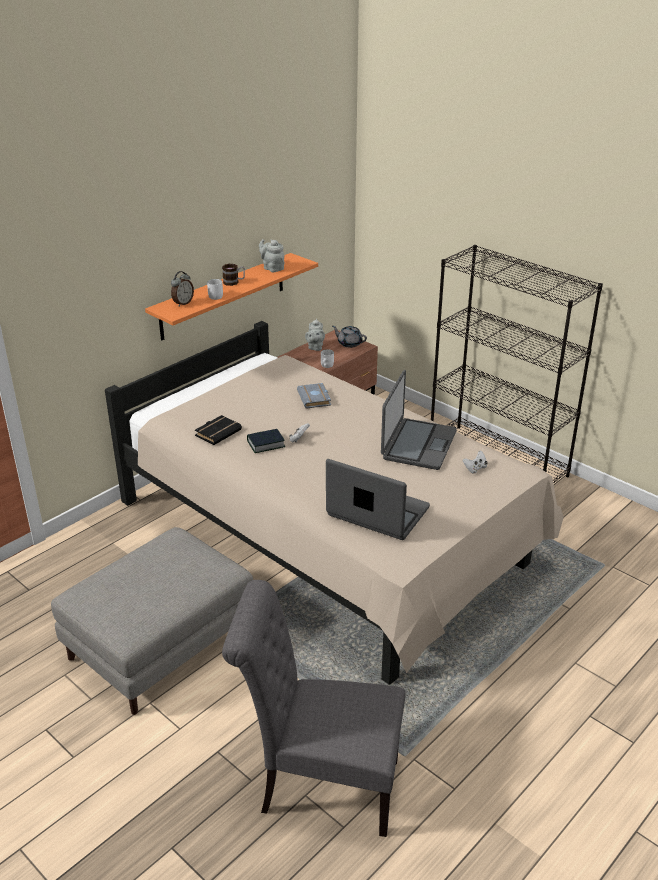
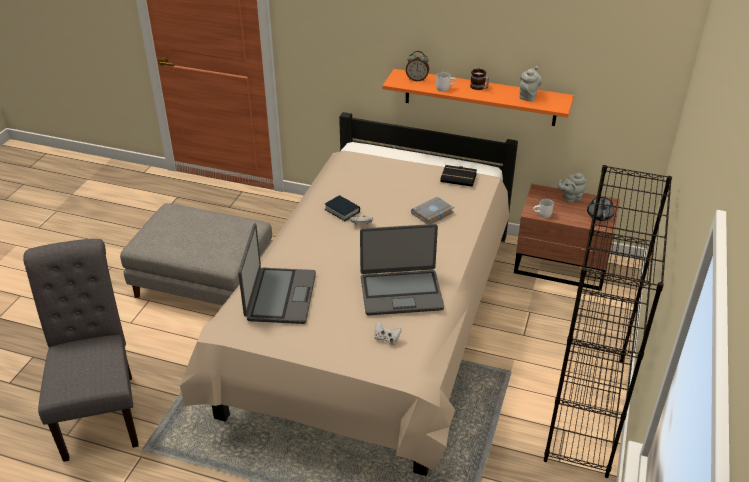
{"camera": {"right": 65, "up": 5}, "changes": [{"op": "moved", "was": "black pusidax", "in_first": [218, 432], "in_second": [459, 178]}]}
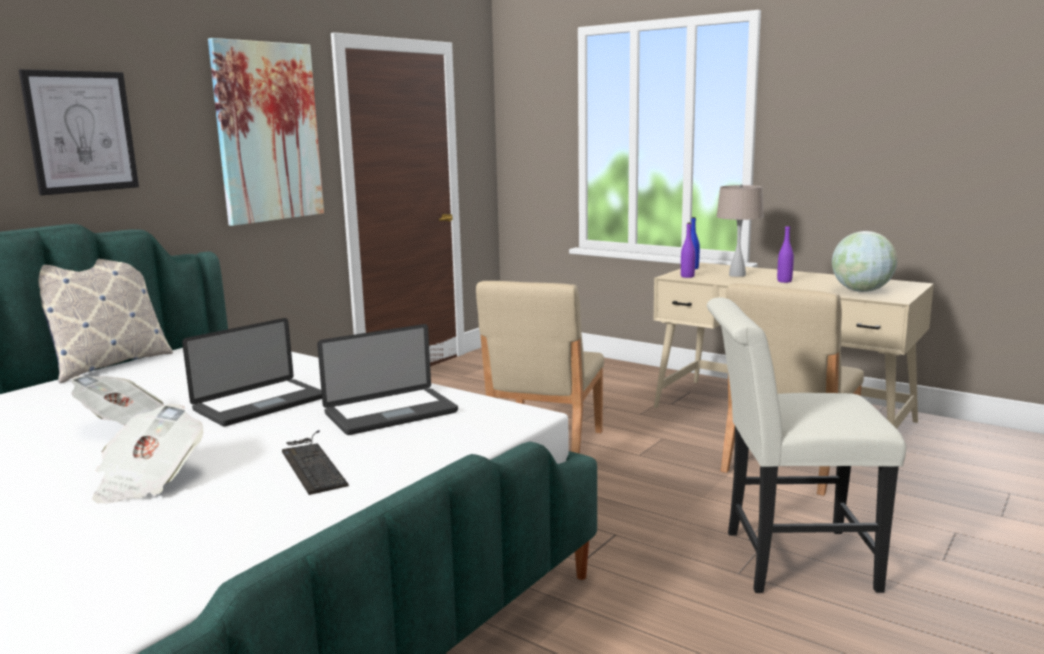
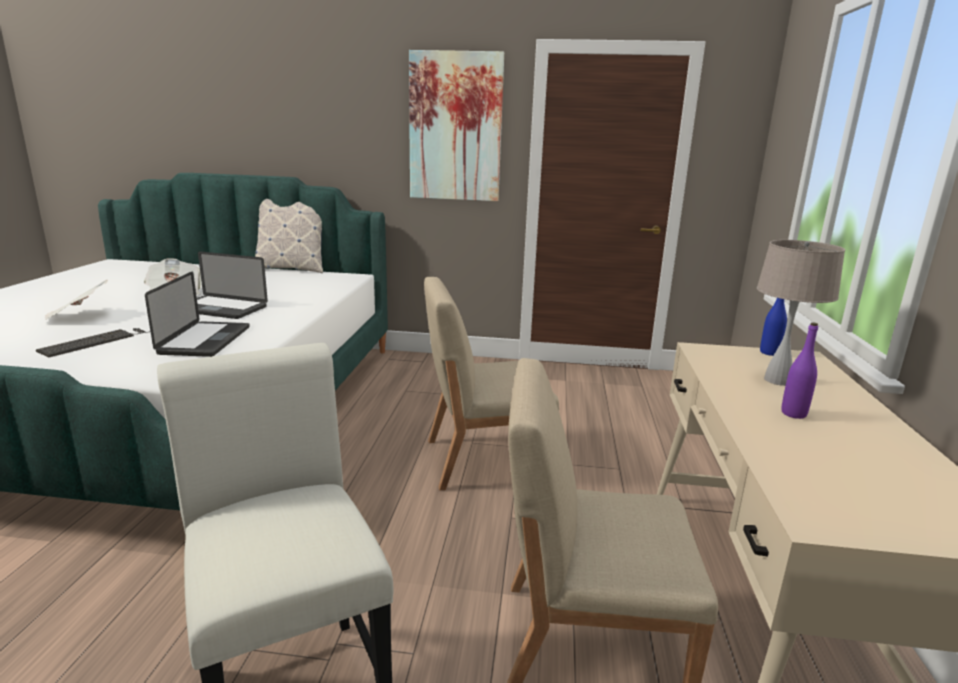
{"camera": {"right": 60, "up": 5}, "changes": [{"op": "turned", "was": "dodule", "in_first": [391, 413], "in_second": [205, 340], "clockwise": -120}, {"op": "removed", "was": "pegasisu", "in_first": [81, 132]}, {"op": "removed", "was": "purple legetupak", "in_first": [687, 276]}, {"op": "removed", "was": "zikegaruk", "in_first": [861, 291]}]}
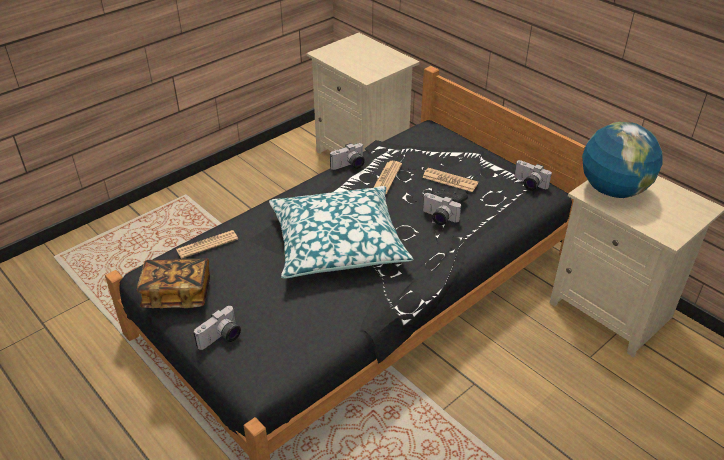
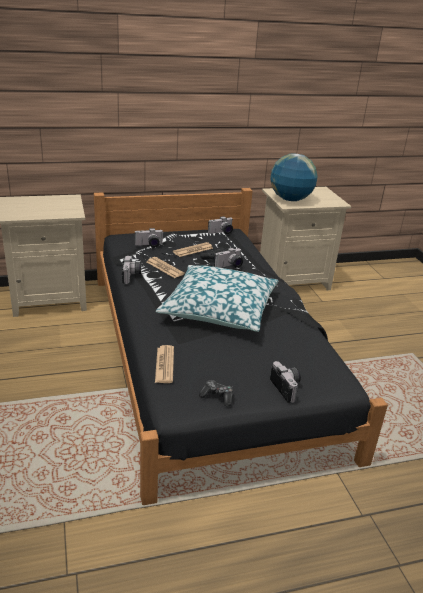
{"camera": {"right": -65, "up": -10}, "changes": [{"op": "added", "now": "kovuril", "in_second": [149, 245]}, {"op": "replaced", "was": "pusidax", "now": "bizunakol", "in_first": [177, 294], "in_second": [217, 396]}]}
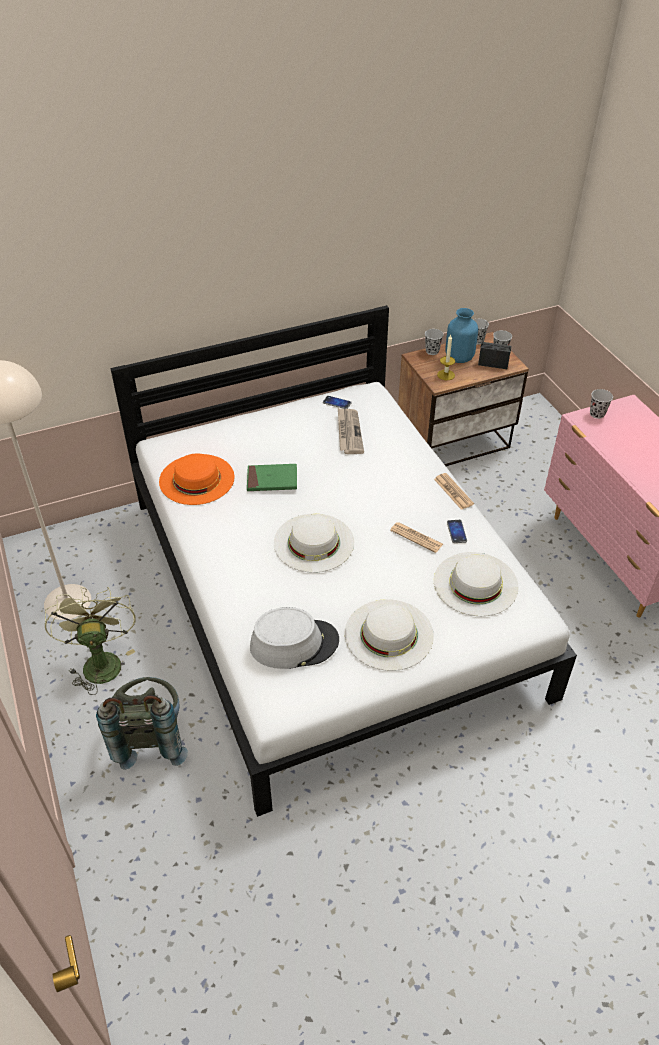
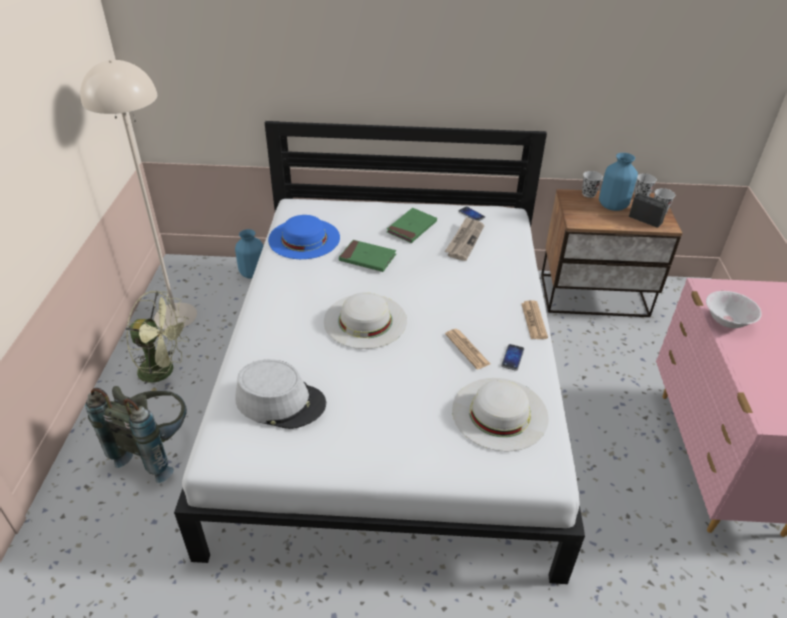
{"camera": {"right": 25, "up": -5}, "changes": [{"op": "turned", "was": "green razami", "in_first": [100, 661], "in_second": [164, 371], "clockwise": 90}, {"op": "added", "now": "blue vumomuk", "in_second": [253, 273]}, {"op": "recoloured", "was": "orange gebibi", "now": "blue gebibi", "in_first": [196, 479], "in_second": [304, 238]}, {"op": "added", "now": "green pusidax", "in_second": [412, 227]}, {"op": "added", "now": "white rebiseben", "in_second": [726, 321]}, {"op": "removed", "was": "white gebibi", "in_first": [389, 634]}, {"op": "removed", "was": "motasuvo", "in_first": [446, 375]}, {"op": "removed", "was": "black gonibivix", "in_first": [597, 414]}]}
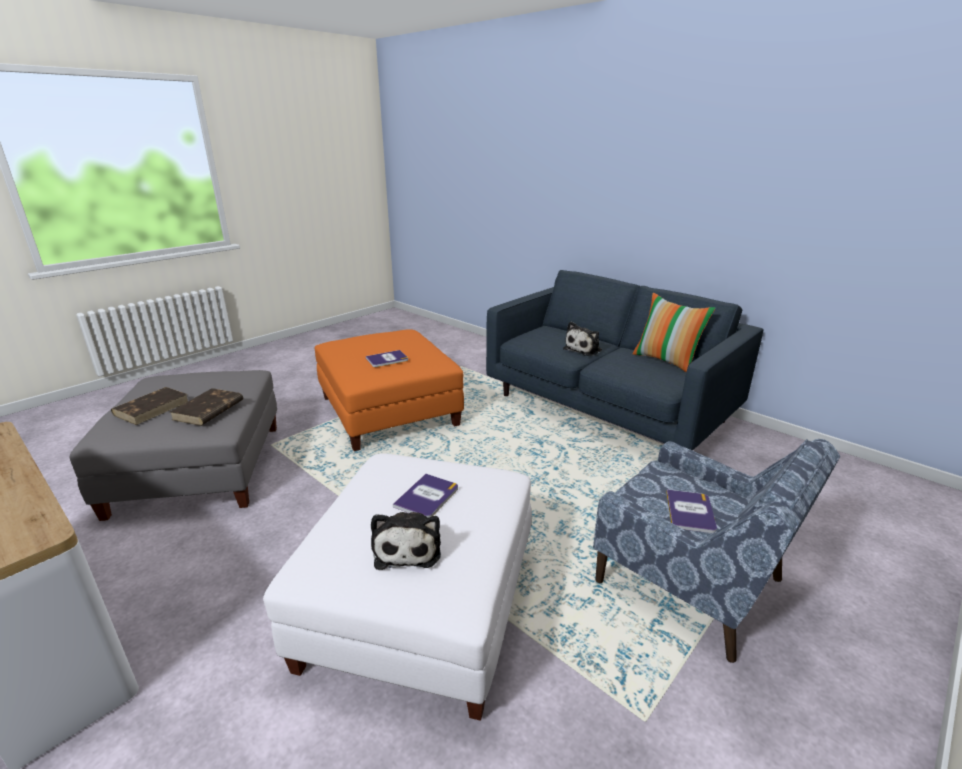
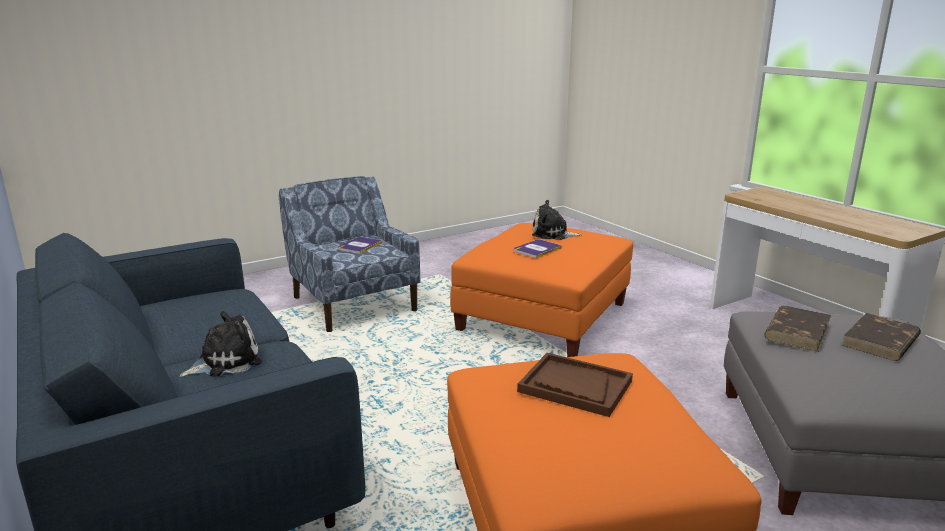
{"camera": {"right": -165, "up": -5}, "changes": [{"op": "recoloured", "was": "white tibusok", "now": "orange tibusok", "in_first": [422, 604], "in_second": [543, 316]}, {"op": "replaced", "was": "pusidax", "now": "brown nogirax", "in_first": [387, 359], "in_second": [575, 386]}, {"op": "turned", "was": "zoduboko", "in_first": [408, 547], "in_second": [552, 234], "clockwise": -90}, {"op": "removed", "was": "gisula", "in_first": [666, 361]}]}
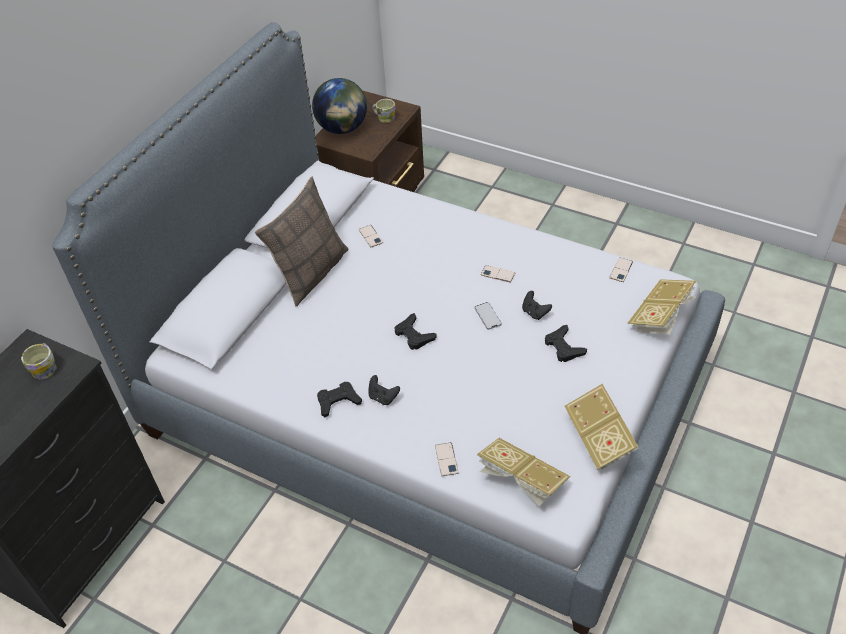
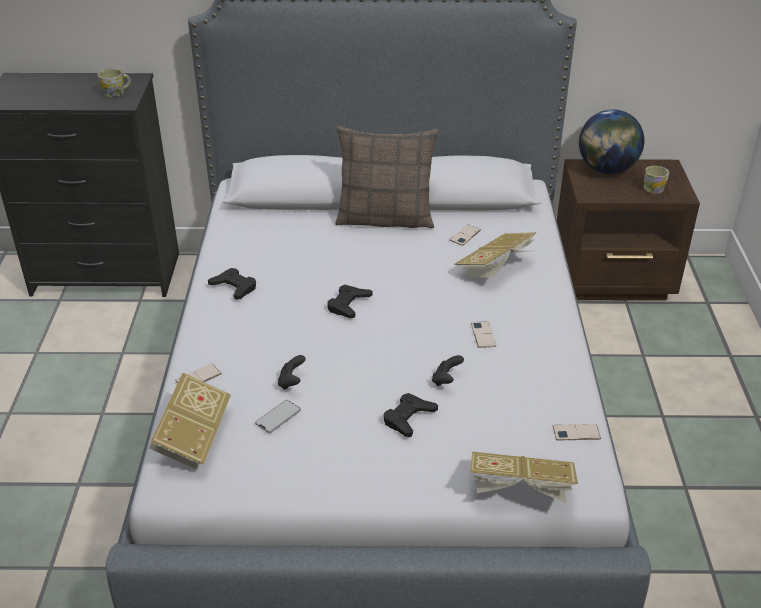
{"camera": {"right": 60, "up": -10}, "changes": [{"op": "moved", "was": "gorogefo", "in_first": [487, 316], "in_second": [278, 417]}, {"op": "moved", "was": "black bizunakol", "in_first": [383, 397], "in_second": [291, 382]}, {"op": "moved", "was": "pusidax", "in_first": [600, 439], "in_second": [495, 269]}]}
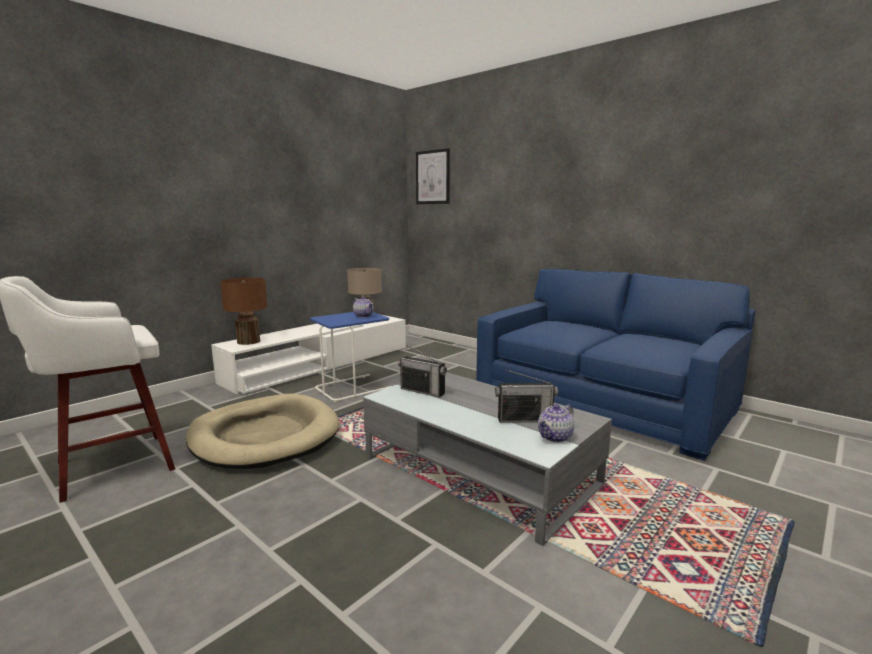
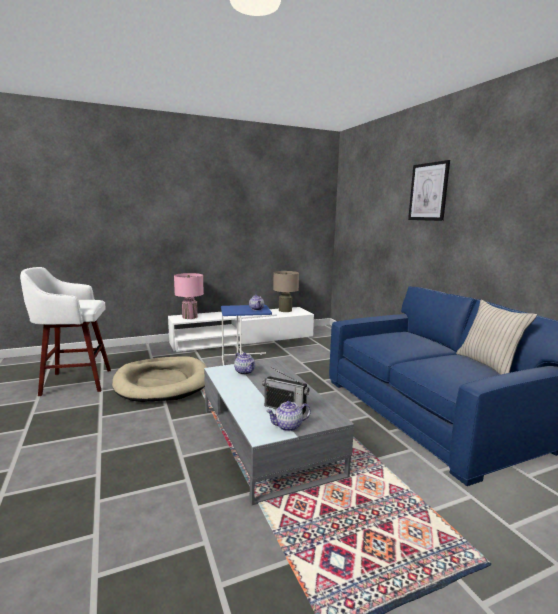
{"camera": {"right": 25, "up": 0}, "changes": [{"op": "recoloured", "was": "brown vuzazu", "now": "pink vuzazu", "in_first": [248, 341], "in_second": [190, 317]}, {"op": "replaced", "was": "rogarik", "now": "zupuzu", "in_first": [422, 391], "in_second": [245, 372]}, {"op": "moved", "was": "pegasisu", "in_first": [433, 177], "in_second": [428, 192]}, {"op": "added", "now": "beige gisula", "in_second": [488, 365]}]}
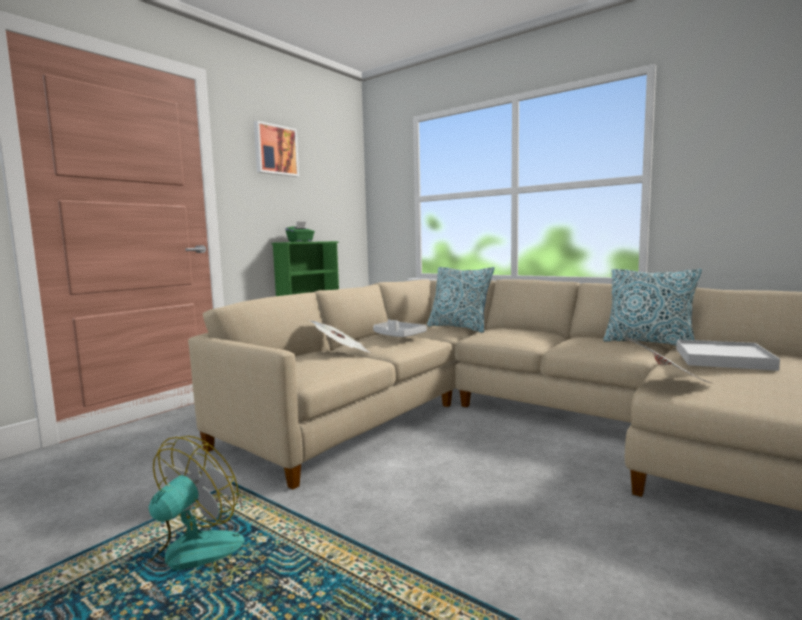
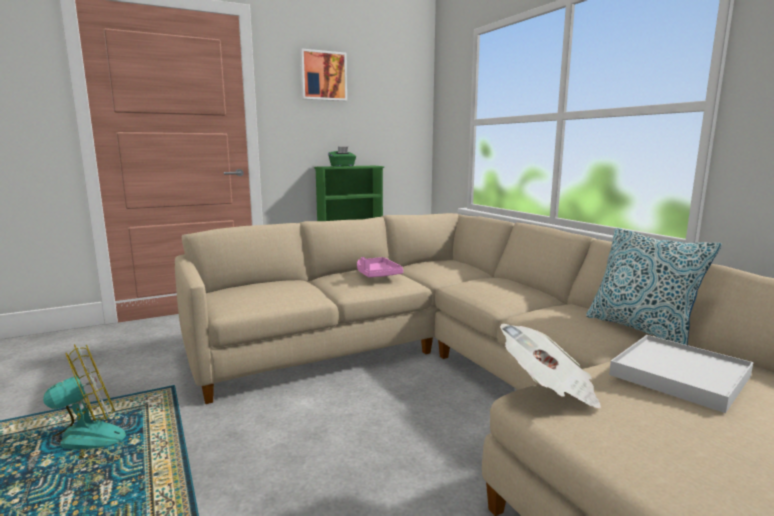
{"camera": {"right": 25, "up": 5}, "changes": [{"op": "recoloured", "was": "grey nogirax", "now": "pink nogirax", "in_first": [397, 336], "in_second": [376, 274]}, {"op": "removed", "was": "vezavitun", "in_first": [341, 352]}, {"op": "removed", "was": "gisula", "in_first": [459, 327]}]}
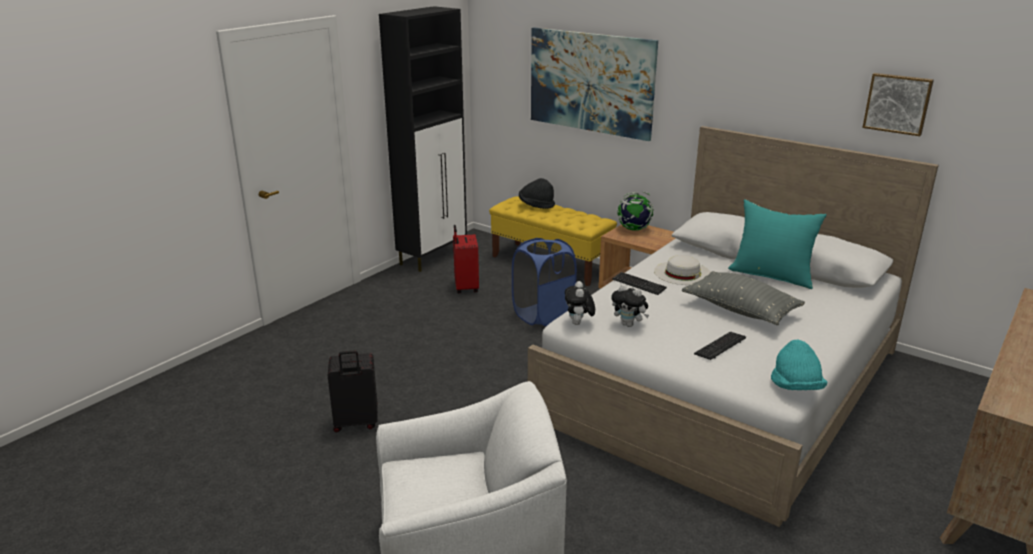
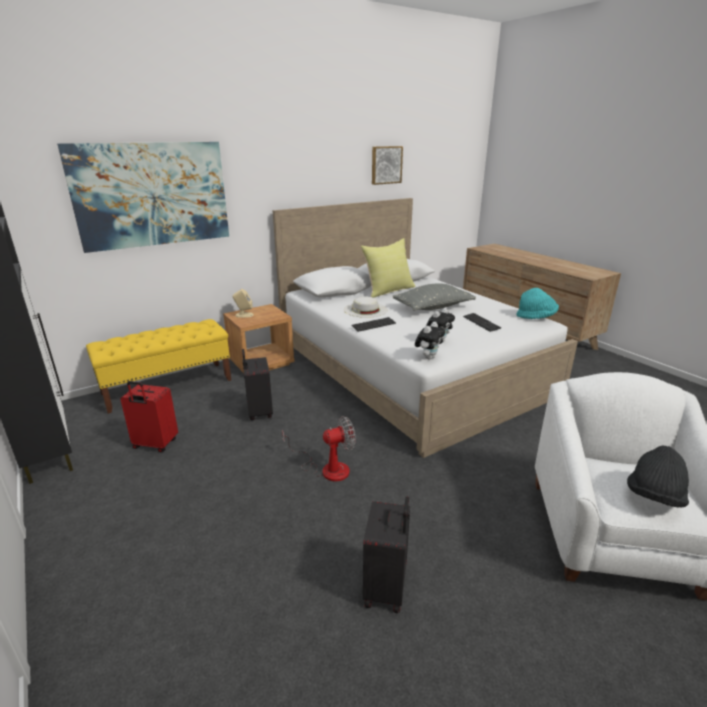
{"camera": {"right": -70, "up": 0}, "changes": [{"op": "replaced", "was": "zikegaruk", "now": "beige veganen", "in_first": [633, 229], "in_second": [244, 315]}, {"op": "replaced", "was": "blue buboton", "now": "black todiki", "in_first": [543, 315], "in_second": [259, 412]}, {"op": "added", "now": "razami", "in_second": [327, 468]}, {"op": "recoloured", "was": "turquoise gisula", "now": "yellow gisula", "in_first": [772, 275], "in_second": [388, 290]}, {"op": "turned", "was": "zoduboko", "in_first": [578, 323], "in_second": [428, 357], "clockwise": -75}, {"op": "moved", "was": "black gebibi", "in_first": [536, 205], "in_second": [654, 496]}]}
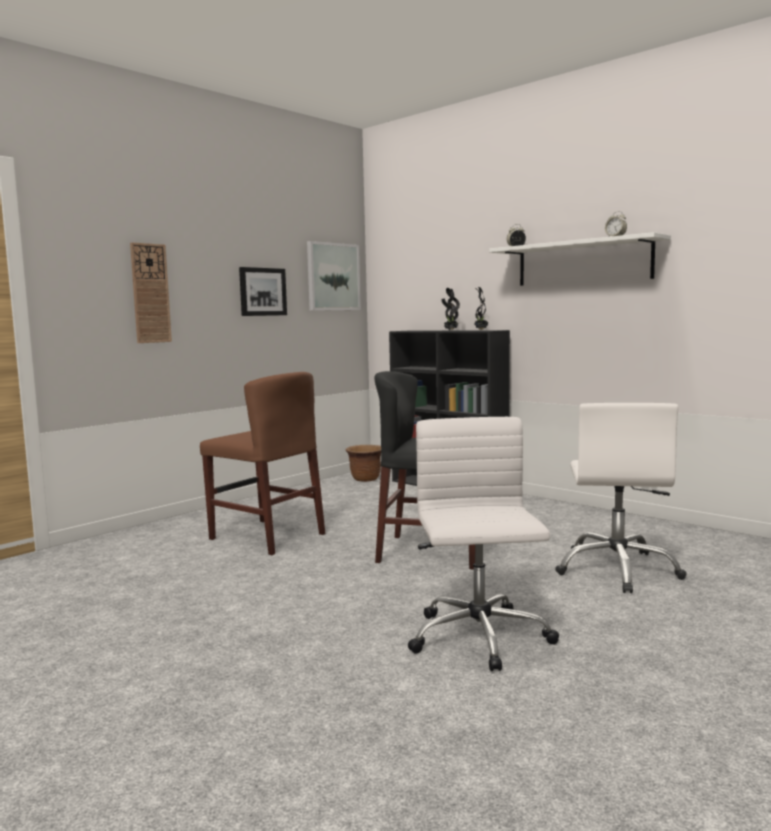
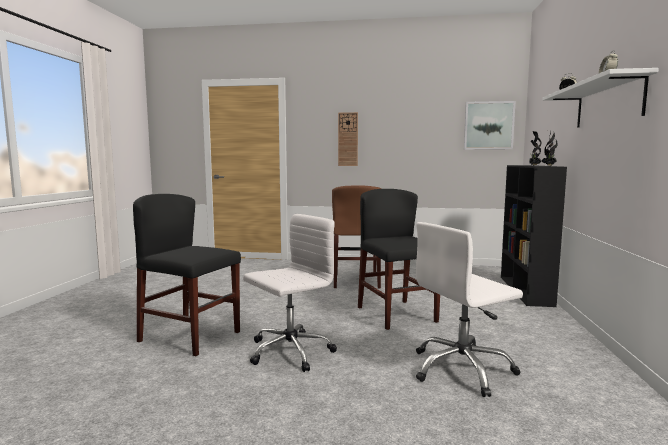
{"camera": {"right": 55, "up": 0}, "changes": [{"op": "added", "now": "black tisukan", "in_second": [190, 336]}, {"op": "removed", "was": "pegasisu", "in_first": [262, 292]}, {"op": "removed", "was": "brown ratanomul", "in_first": [365, 479]}]}
